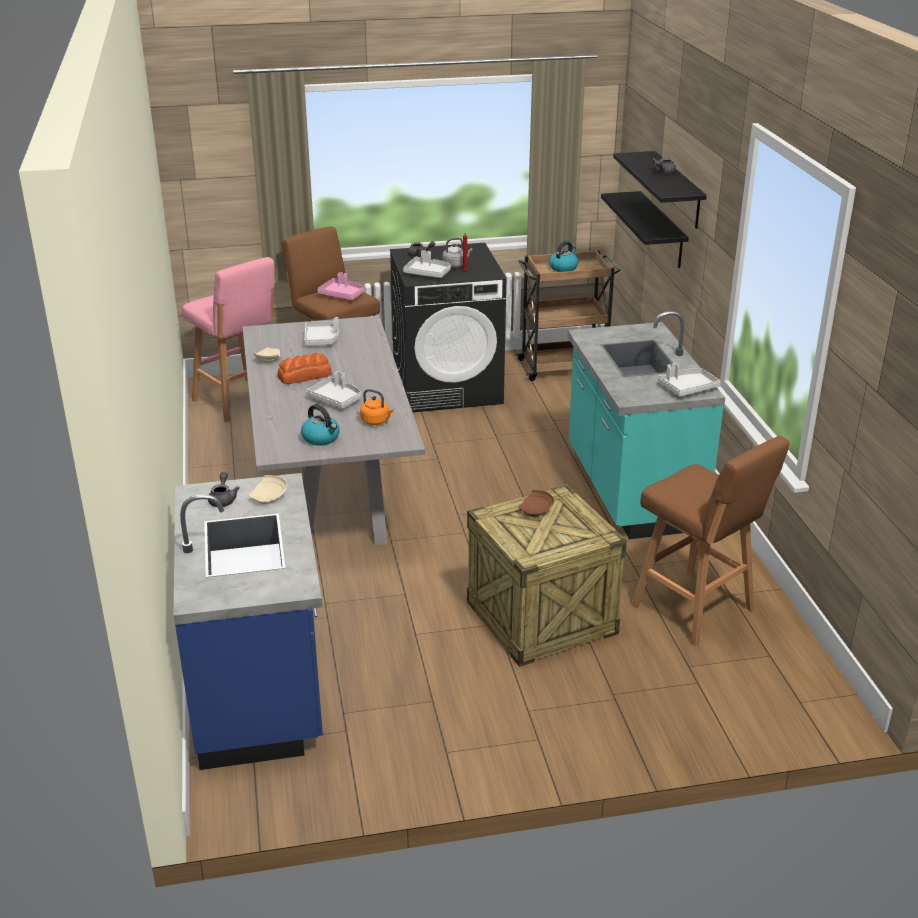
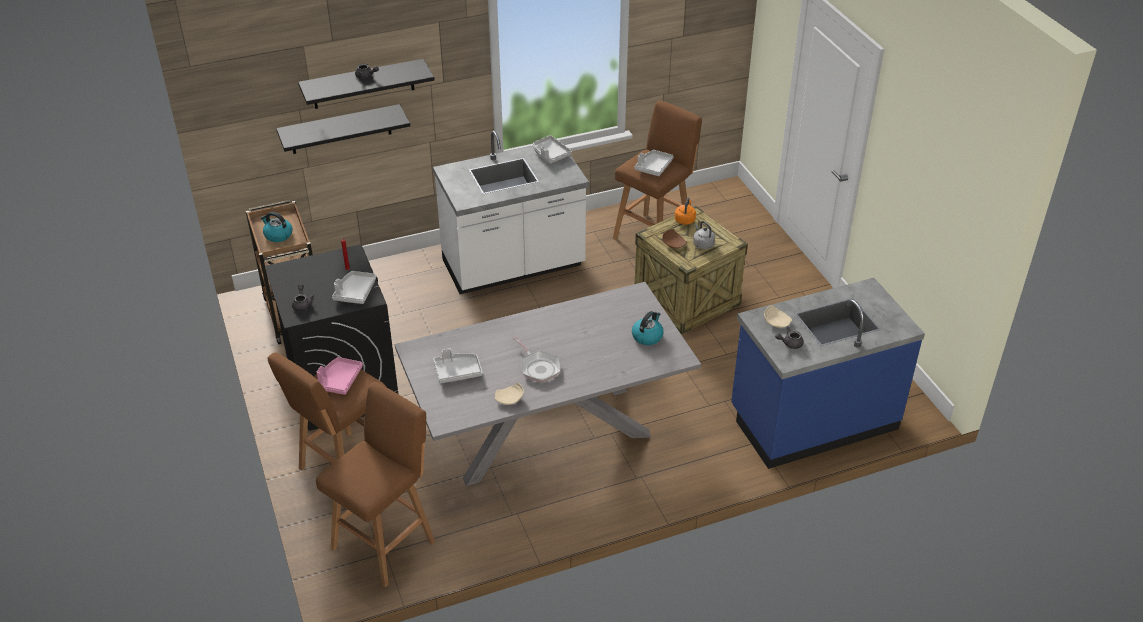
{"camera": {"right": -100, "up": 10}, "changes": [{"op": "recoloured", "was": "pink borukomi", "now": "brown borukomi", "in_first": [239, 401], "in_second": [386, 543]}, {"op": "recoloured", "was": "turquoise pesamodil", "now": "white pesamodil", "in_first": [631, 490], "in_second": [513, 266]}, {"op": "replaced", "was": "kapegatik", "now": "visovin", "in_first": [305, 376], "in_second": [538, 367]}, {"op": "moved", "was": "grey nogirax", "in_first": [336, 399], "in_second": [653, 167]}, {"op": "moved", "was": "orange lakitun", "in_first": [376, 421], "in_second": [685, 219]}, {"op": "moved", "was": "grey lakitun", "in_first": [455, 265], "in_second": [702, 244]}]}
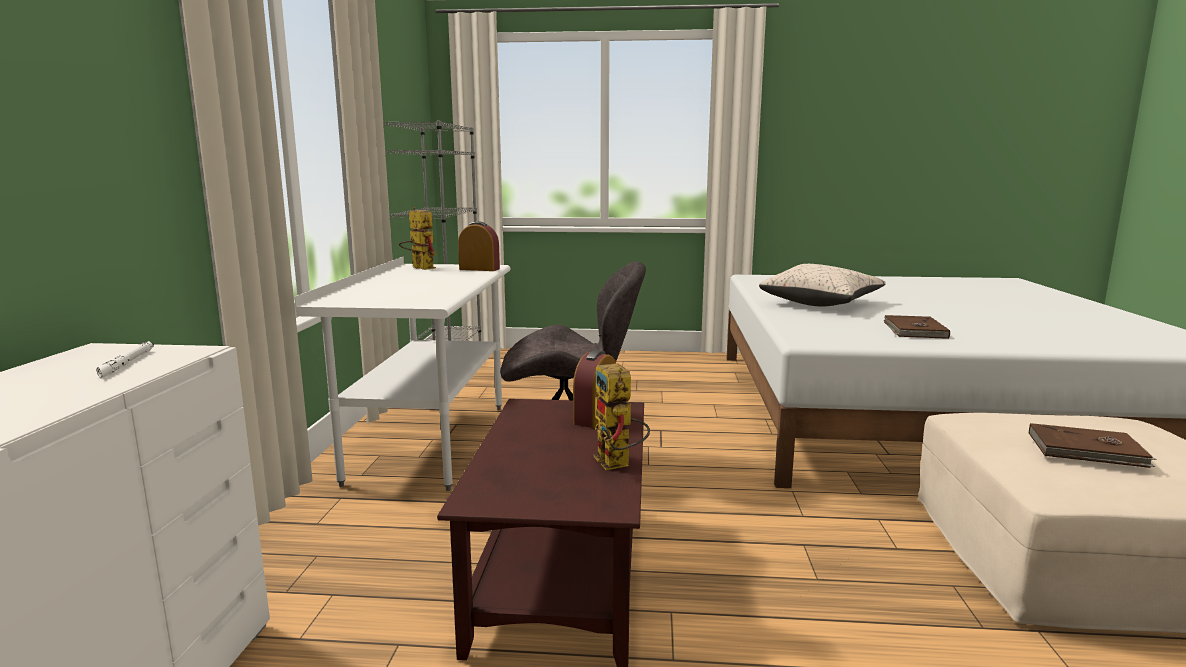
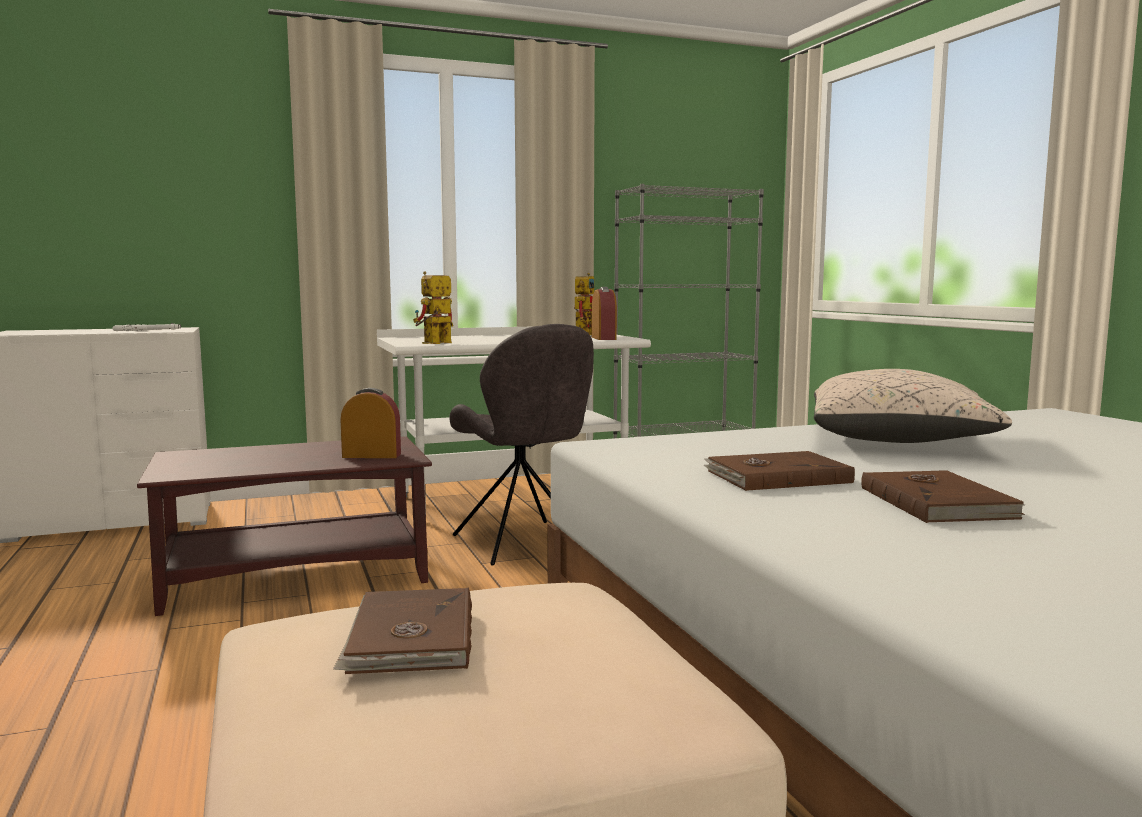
{"camera": {"right": 65, "up": -5}, "changes": [{"op": "moved", "was": "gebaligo", "in_first": [618, 464], "in_second": [433, 343]}, {"op": "added", "now": "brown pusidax", "in_second": [938, 502]}]}
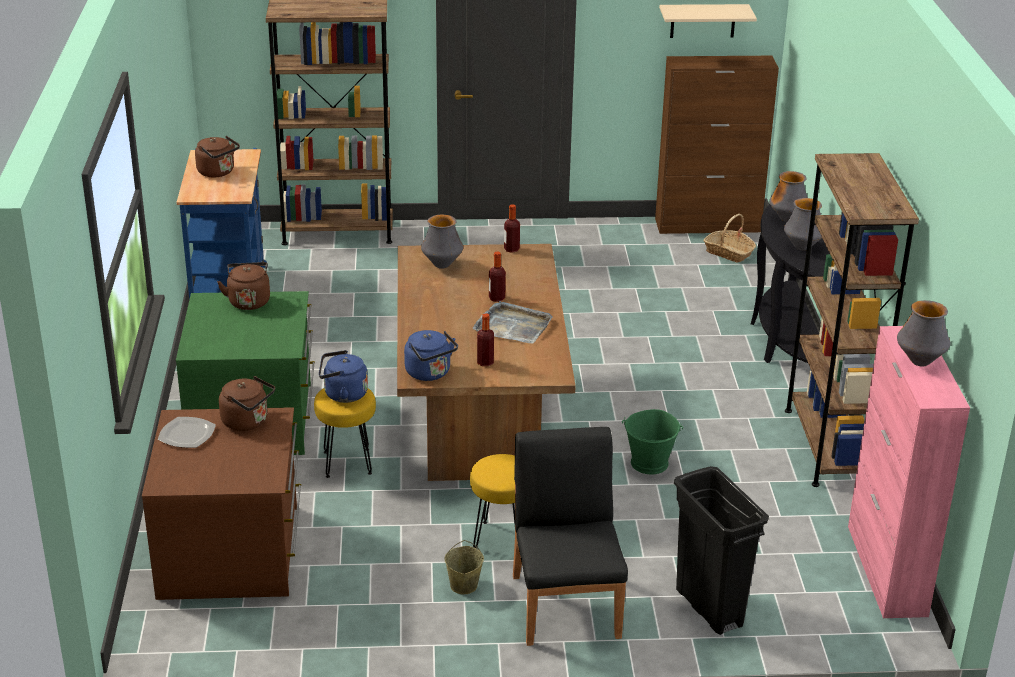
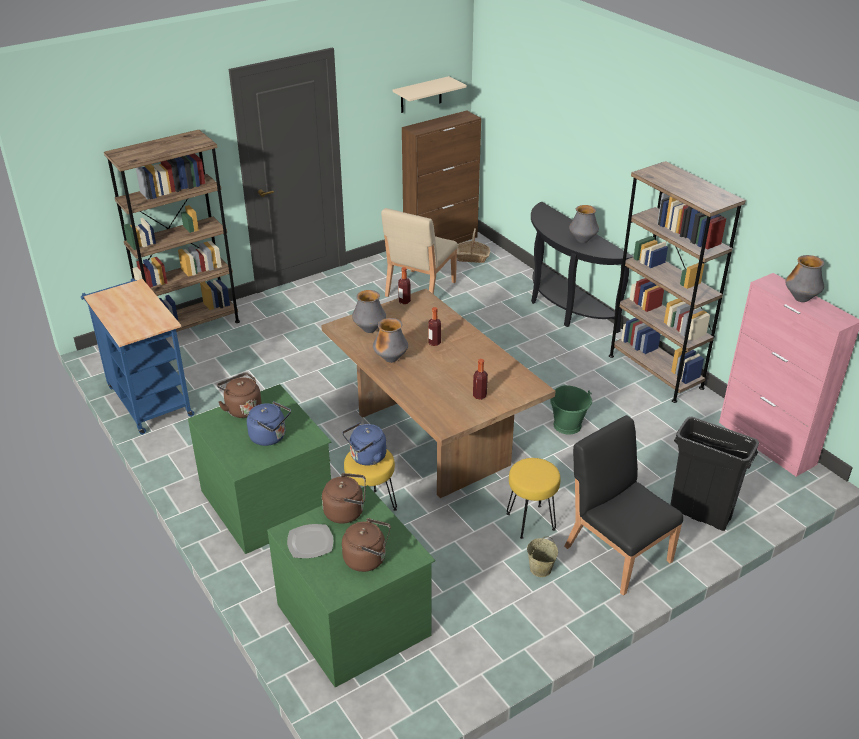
{"camera": {"right": -30, "up": 5}, "changes": [{"op": "moved", "was": "blue lakitun", "in_first": [430, 373], "in_second": [270, 437]}, {"op": "recoloured", "was": "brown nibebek", "now": "green nibebek", "in_first": [232, 552], "in_second": [355, 618]}, {"op": "moved", "was": "brown lakitun", "in_first": [218, 172], "in_second": [367, 559]}, {"op": "moved", "was": "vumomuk", "in_first": [787, 219], "in_second": [391, 359]}, {"op": "added", "now": "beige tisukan", "in_second": [419, 289]}, {"op": "removed", "was": "grey nogirax", "in_first": [513, 326]}]}
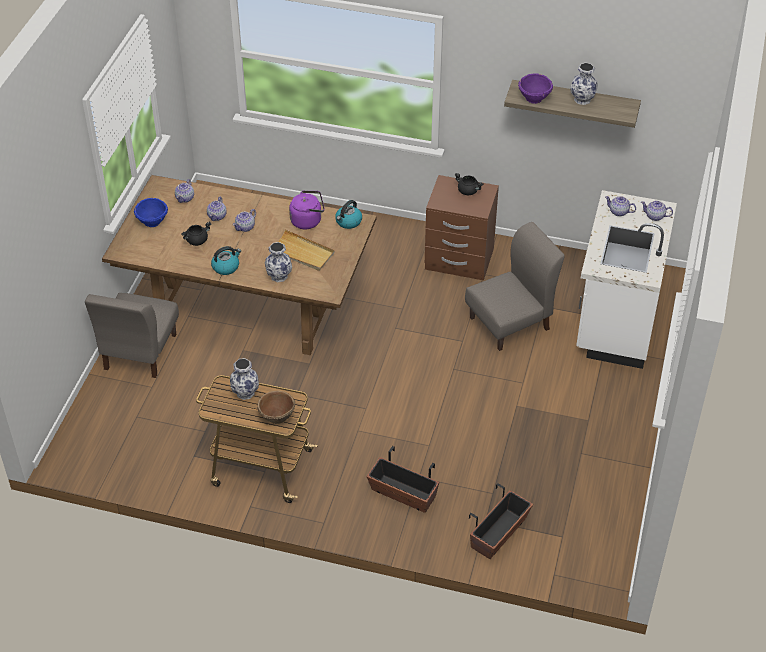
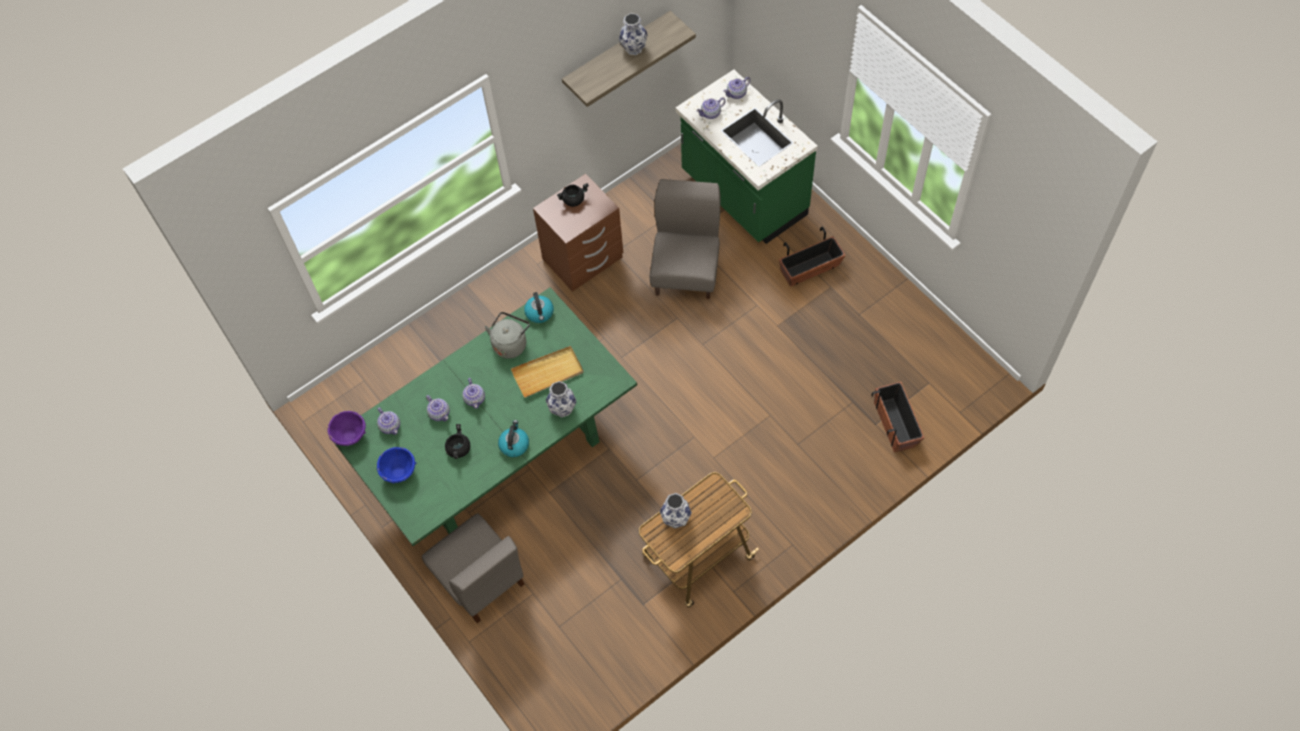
{"camera": {"right": -50, "up": 15}, "changes": [{"op": "moved", "was": "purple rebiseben", "in_first": [534, 99], "in_second": [351, 436]}, {"op": "recoloured", "was": "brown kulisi", "now": "green kulisi", "in_first": [249, 306], "in_second": [499, 455]}, {"op": "recoloured", "was": "purple lakitun", "now": "grey lakitun", "in_first": [308, 221], "in_second": [510, 343]}, {"op": "recoloured", "was": "white pesamodil", "now": "green pesamodil", "in_first": [616, 319], "in_second": [742, 195]}, {"op": "moved", "was": "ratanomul", "in_first": [403, 494], "in_second": [810, 269]}, {"op": "removed", "was": "brown rebiseben", "in_first": [277, 417]}]}
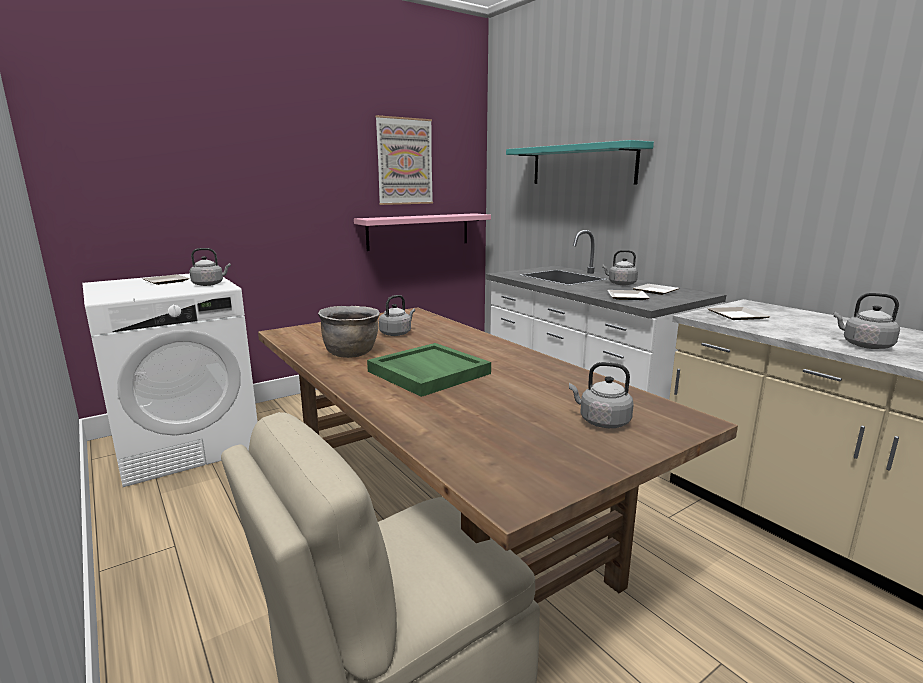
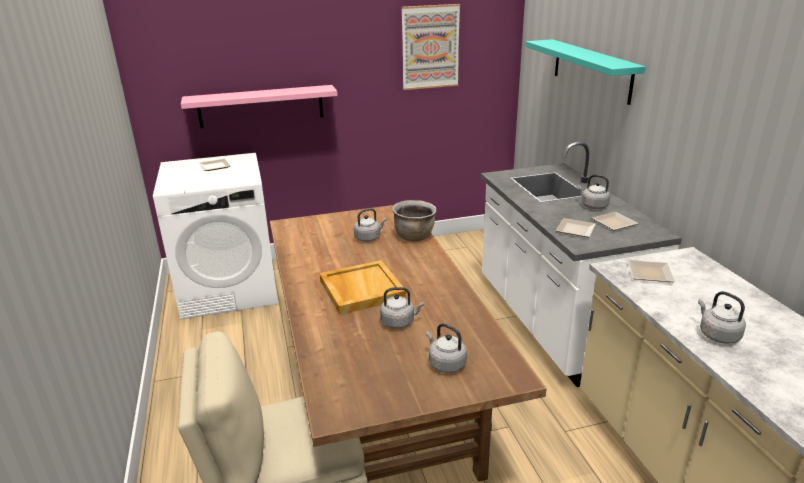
{"camera": {"right": 20, "up": 10}, "changes": [{"op": "moved", "was": "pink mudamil", "in_first": [419, 231], "in_second": [261, 106]}, {"op": "recoloured", "was": "green nogirax", "now": "beige nogirax", "in_first": [427, 372], "in_second": [361, 289]}, {"op": "moved", "was": "grey lakitun", "in_first": [210, 284], "in_second": [399, 322]}, {"op": "moved", "was": "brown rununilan", "in_first": [351, 353], "in_second": [414, 237]}]}
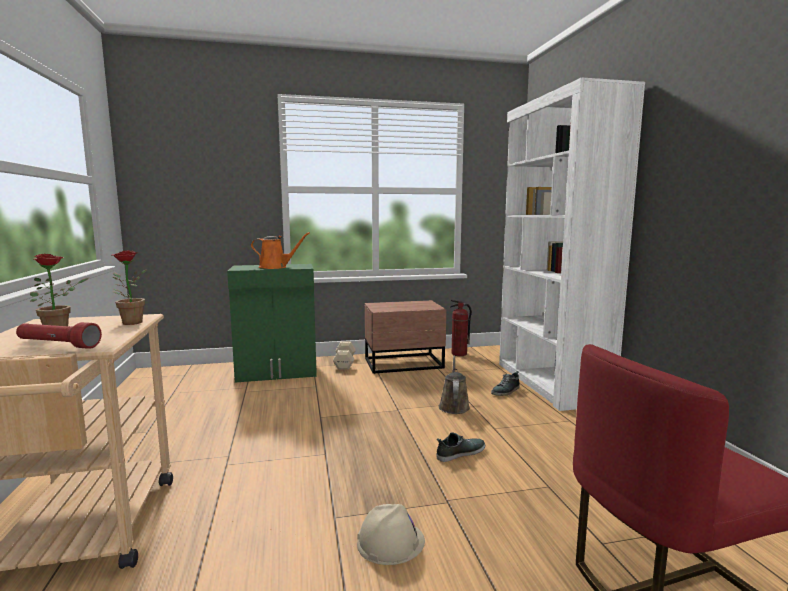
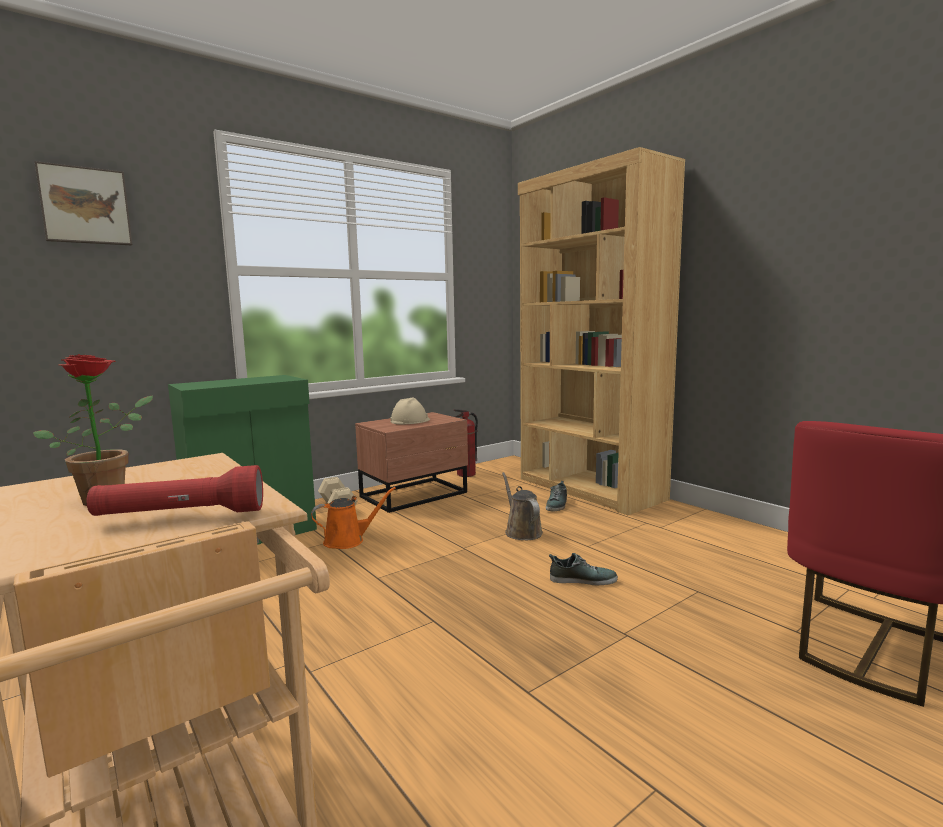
{"camera": {"right": -25, "up": 0}, "changes": [{"op": "added", "now": "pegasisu", "in_second": [85, 206]}, {"op": "moved", "was": "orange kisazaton", "in_first": [276, 267], "in_second": [348, 540]}, {"op": "moved", "was": "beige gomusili", "in_first": [390, 541], "in_second": [410, 420]}, {"op": "recoloured", "was": "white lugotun", "now": "brown lugotun", "in_first": [550, 383], "in_second": [589, 489]}, {"op": "turned", "was": "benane", "in_first": [460, 453], "in_second": [582, 579], "clockwise": 60}, {"op": "removed", "was": "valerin", "in_first": [129, 322]}]}
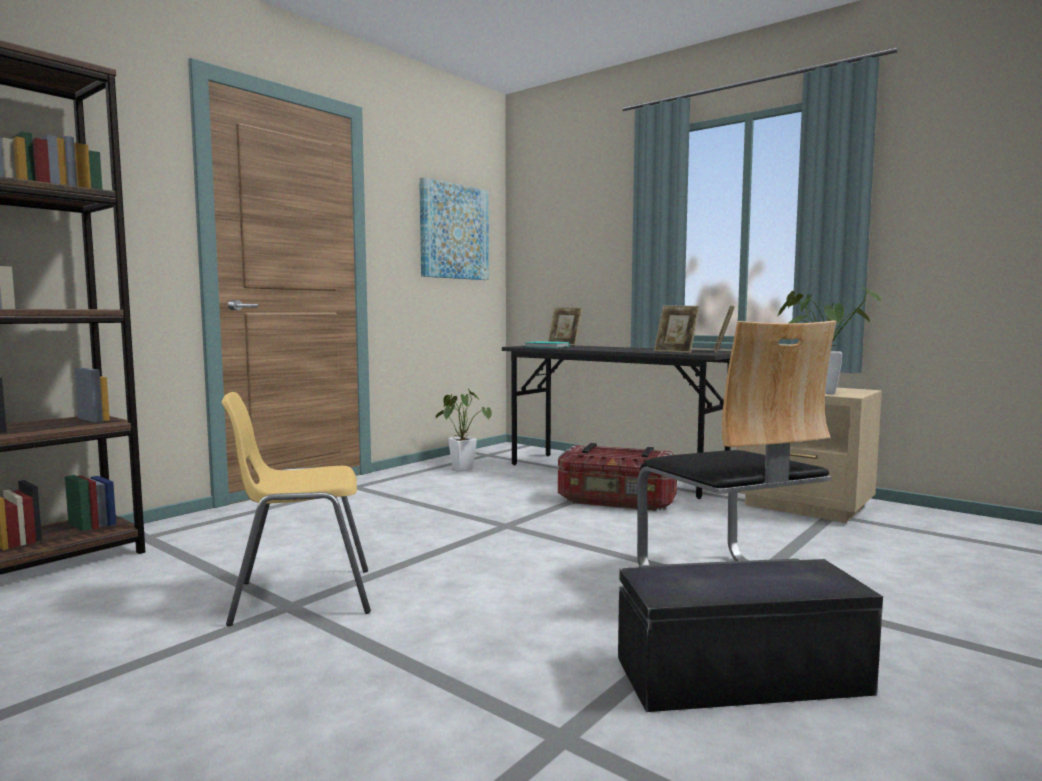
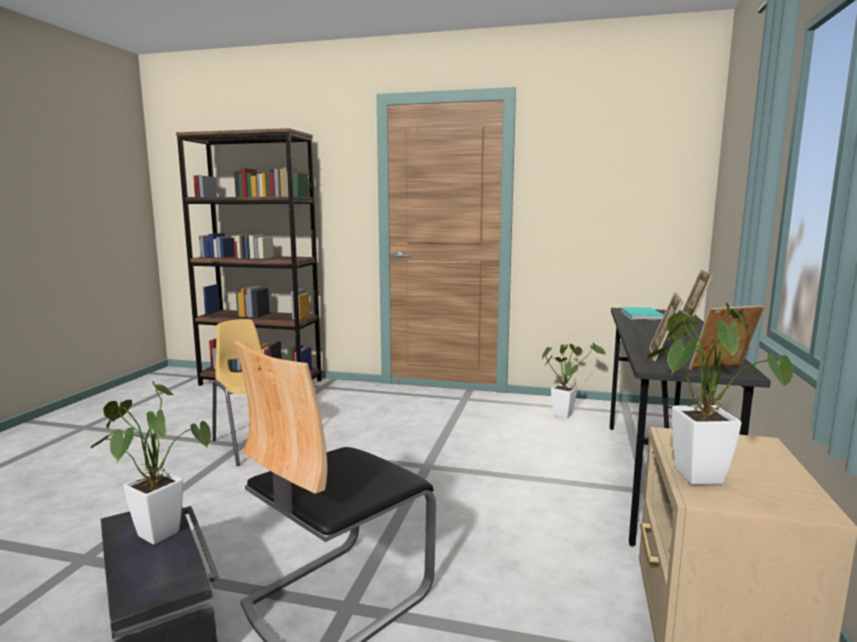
{"camera": {"right": 65, "up": 5}, "changes": [{"op": "added", "now": "valerin", "in_second": [154, 531]}, {"op": "removed", "was": "pegasisu", "in_first": [454, 232]}, {"op": "removed", "was": "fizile", "in_first": [616, 502]}]}
